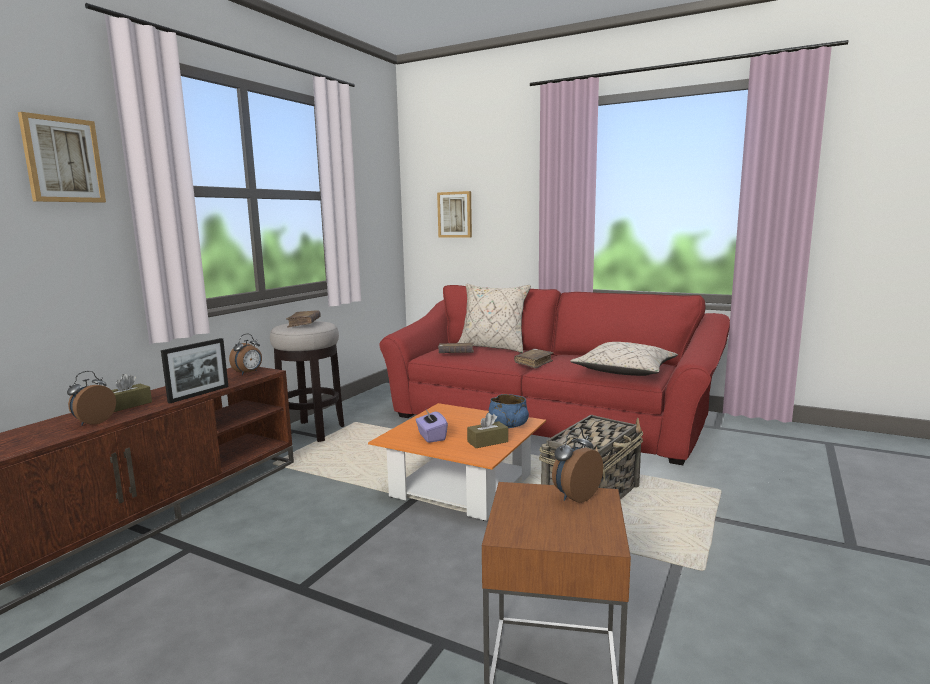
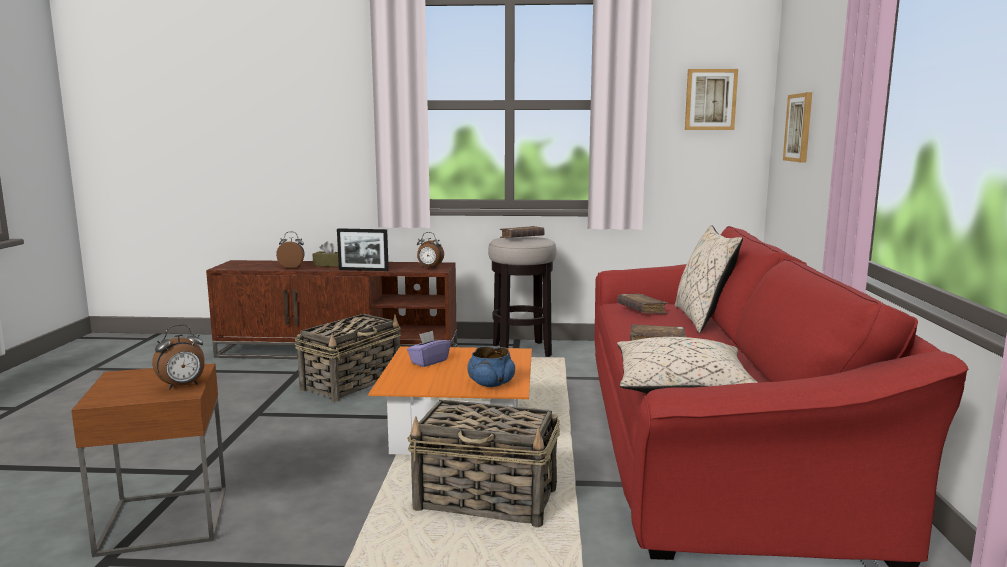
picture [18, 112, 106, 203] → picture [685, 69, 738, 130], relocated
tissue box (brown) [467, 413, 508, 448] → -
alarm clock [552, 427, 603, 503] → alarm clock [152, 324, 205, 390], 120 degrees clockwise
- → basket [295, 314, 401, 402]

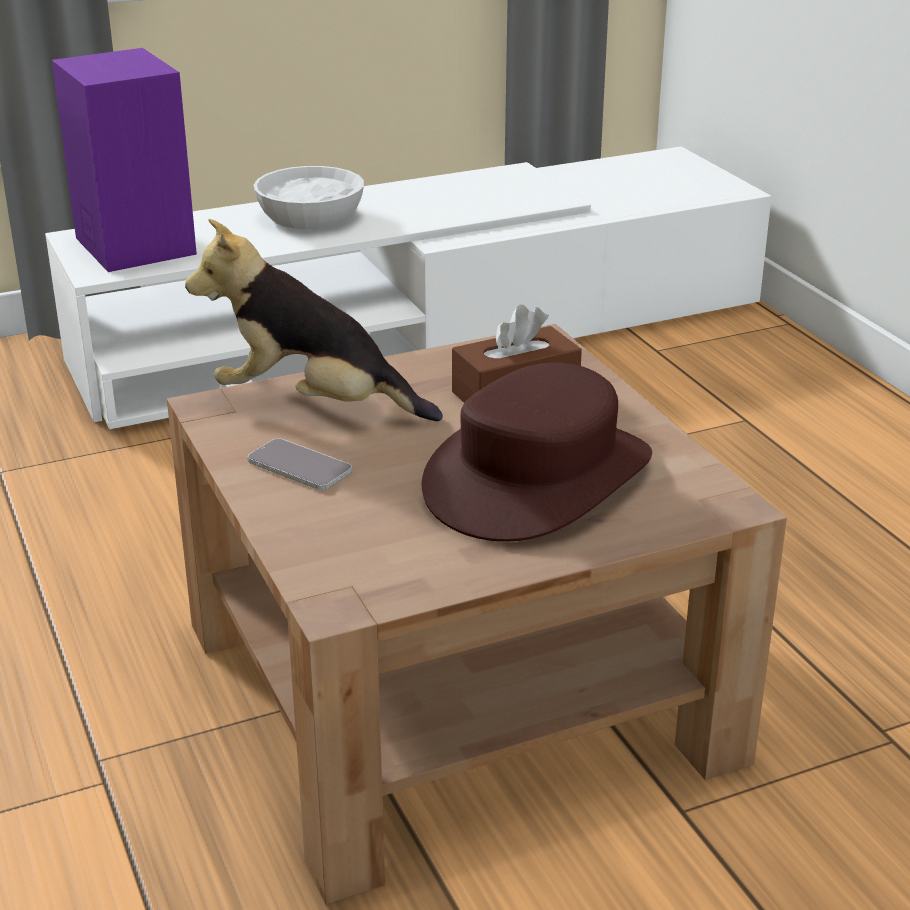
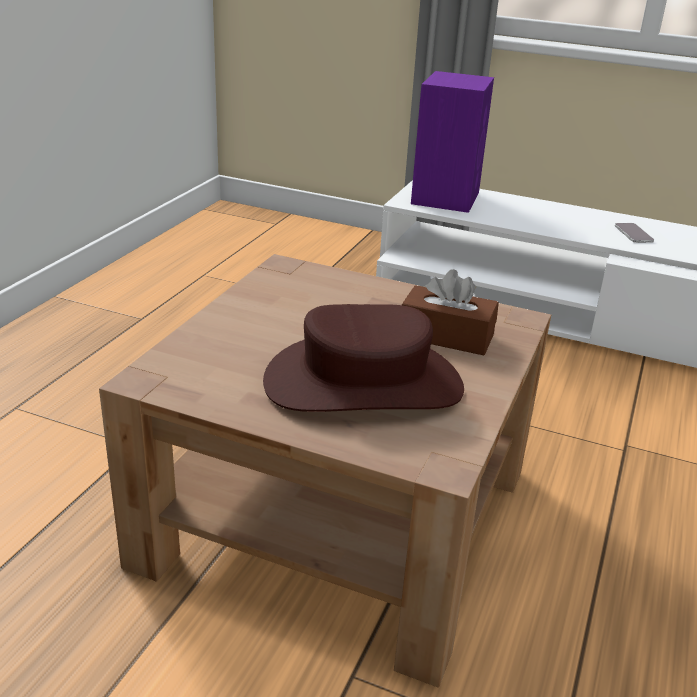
plush toy [185, 219, 443, 421] → -
phone [248, 438, 352, 490] → phone [615, 223, 654, 243], relocated
bowl (white) [254, 166, 364, 229] → -

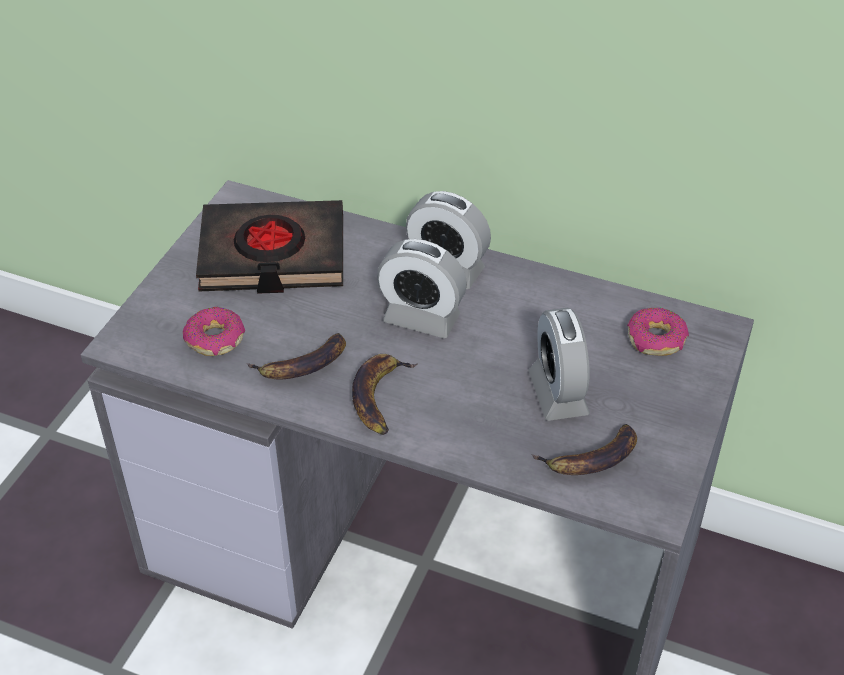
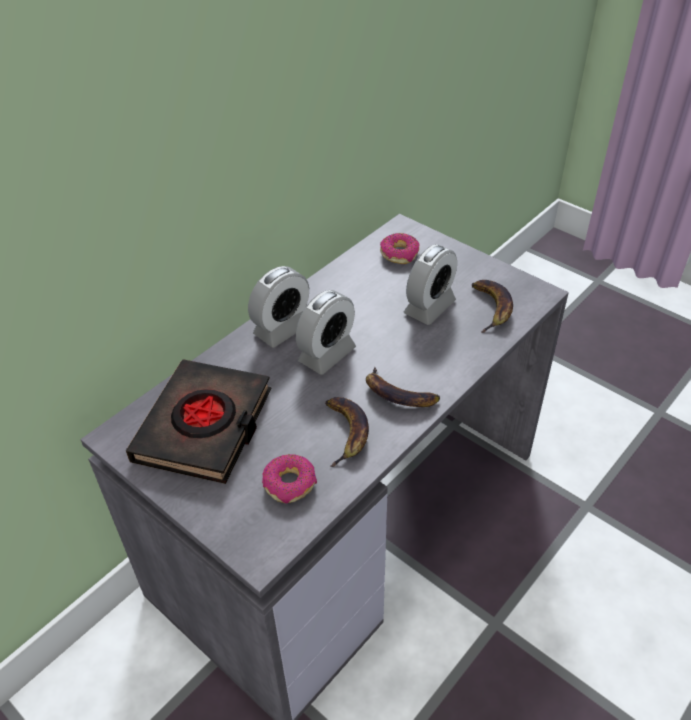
alarm clock [528, 308, 590, 421] → alarm clock [404, 244, 457, 325], 60 degrees counterclockwise

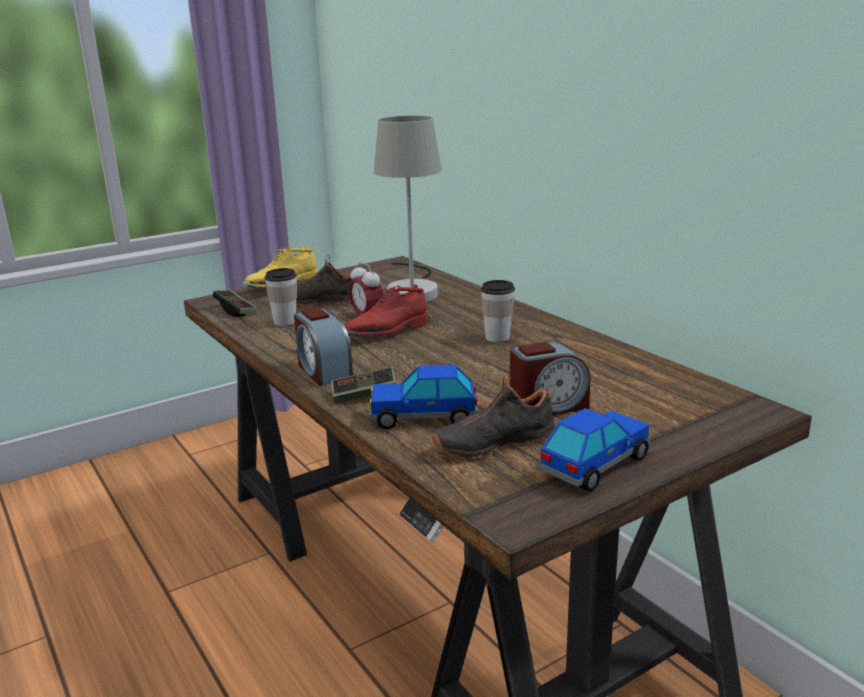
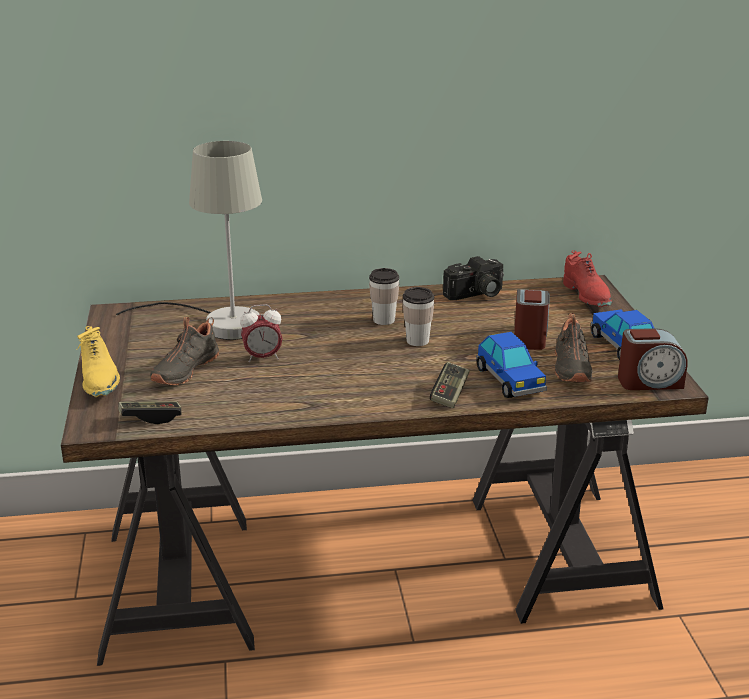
cup [264, 268, 297, 326] → cup [403, 287, 434, 346], relocated
alarm clock [294, 307, 353, 386] → alarm clock [618, 328, 687, 390], relocated
shoe (red) [345, 284, 428, 337] → shoe (red) [563, 250, 612, 307], relocated
toy car [369, 365, 477, 430] → toy car [476, 332, 547, 398], 45 degrees counterclockwise
- → photo camera [443, 256, 504, 300]

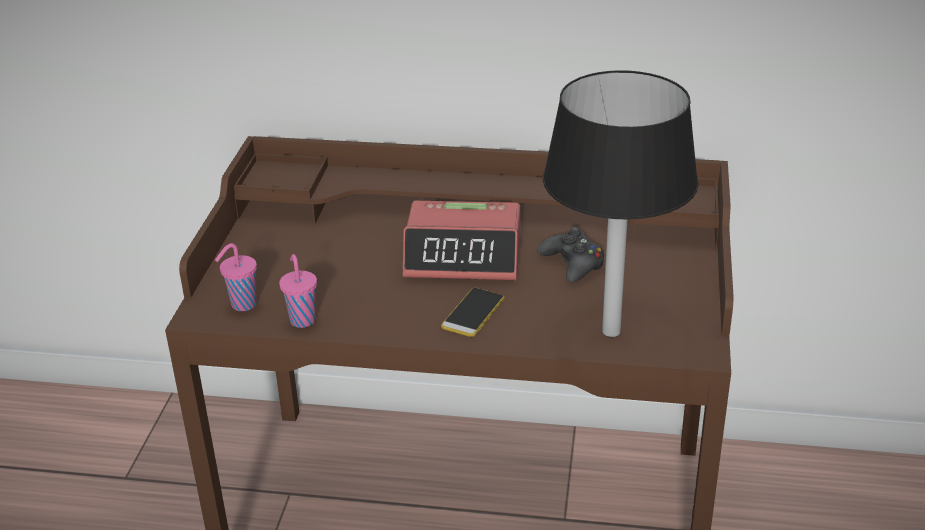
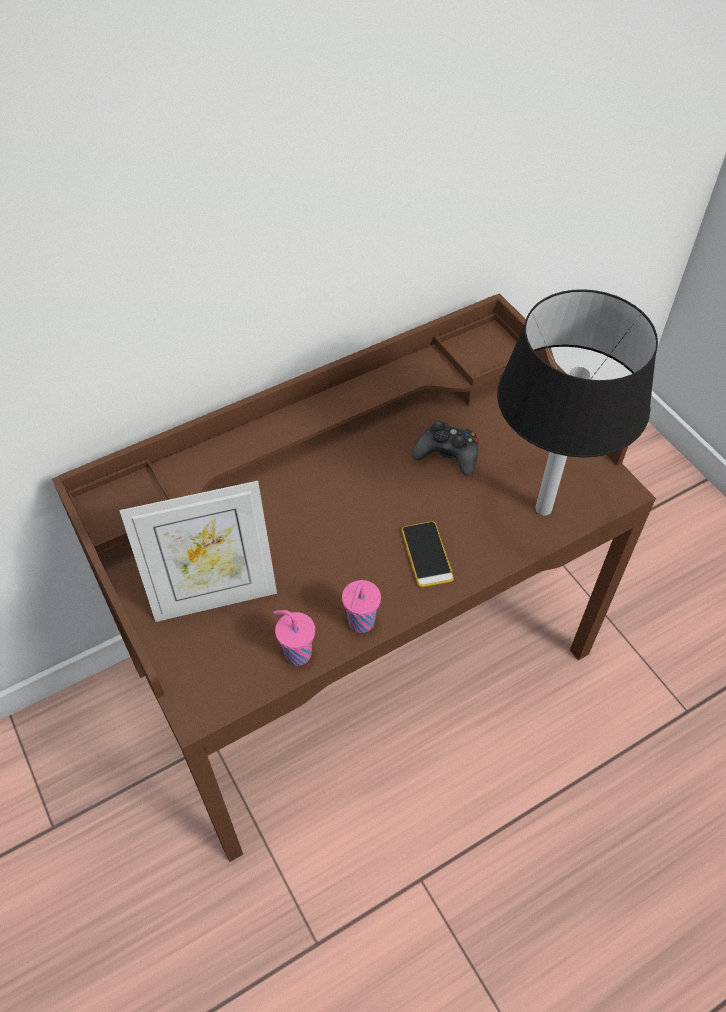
cup (pink) [215, 243, 257, 311] → cup (pink) [342, 580, 381, 633], relocated
alarm clock [403, 201, 520, 280] → -
- → picture frame [120, 481, 277, 622]

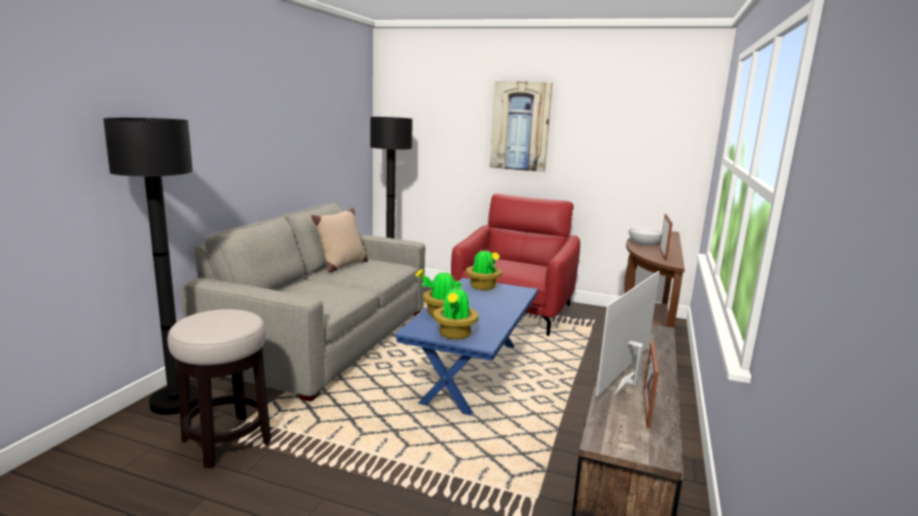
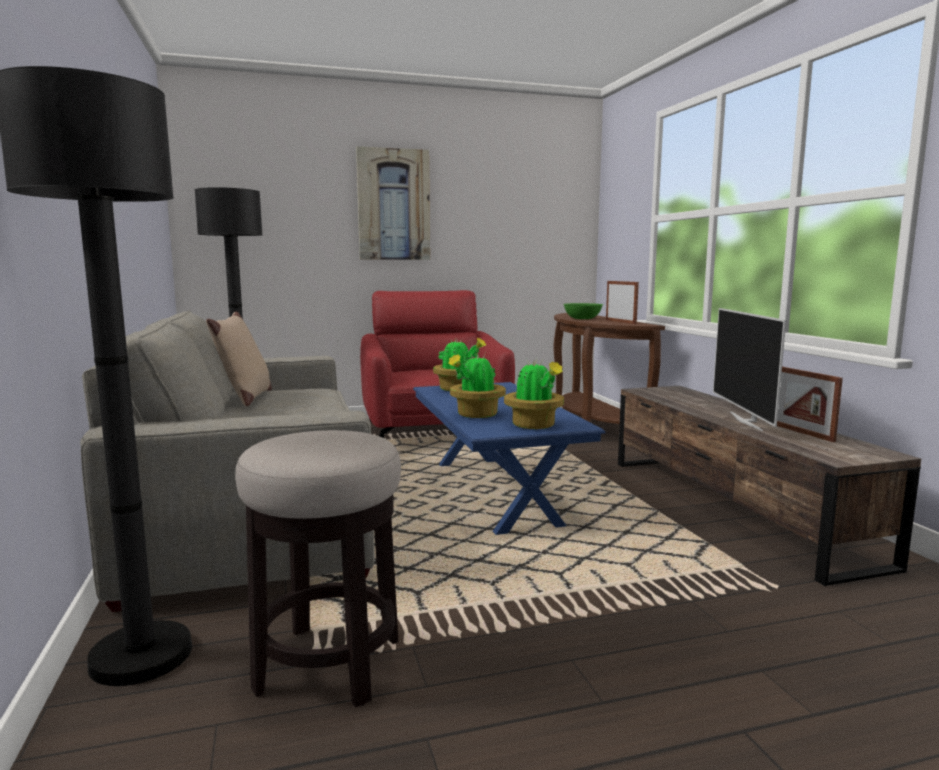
bowl (white) [628, 227, 662, 245] → bowl (green) [563, 303, 603, 319]

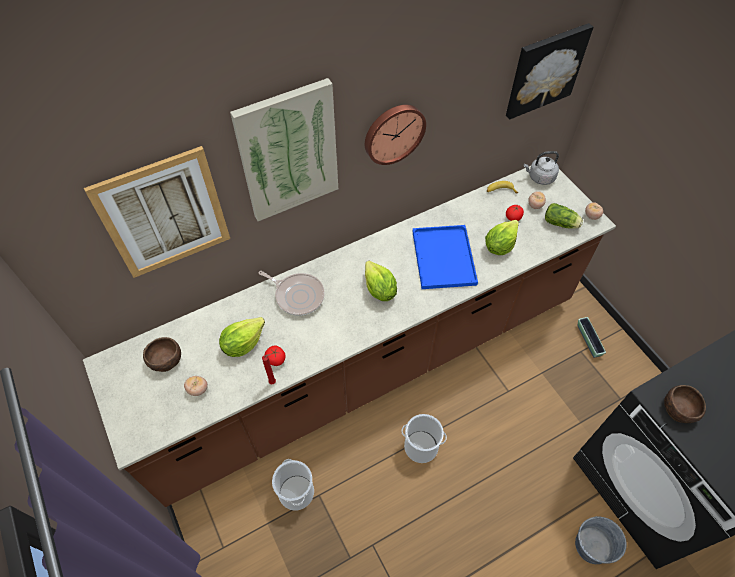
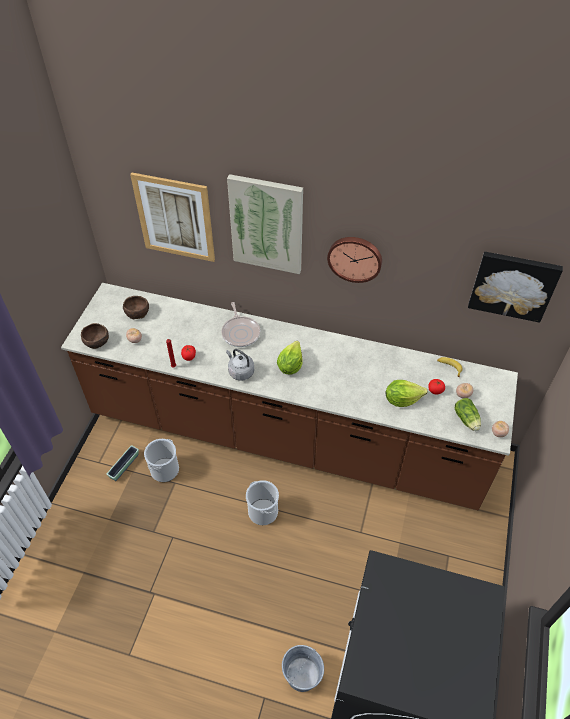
lettuce [219, 317, 265, 357] → -
tray (blue) [412, 225, 478, 289] → -
kettle (grey) [524, 151, 559, 185] → kettle (grey) [226, 349, 254, 381], relocated
planter [578, 317, 606, 358] → planter [107, 445, 139, 481], relocated
bowl (brown) [664, 385, 706, 423] → bowl (brown) [81, 323, 109, 349], relocated

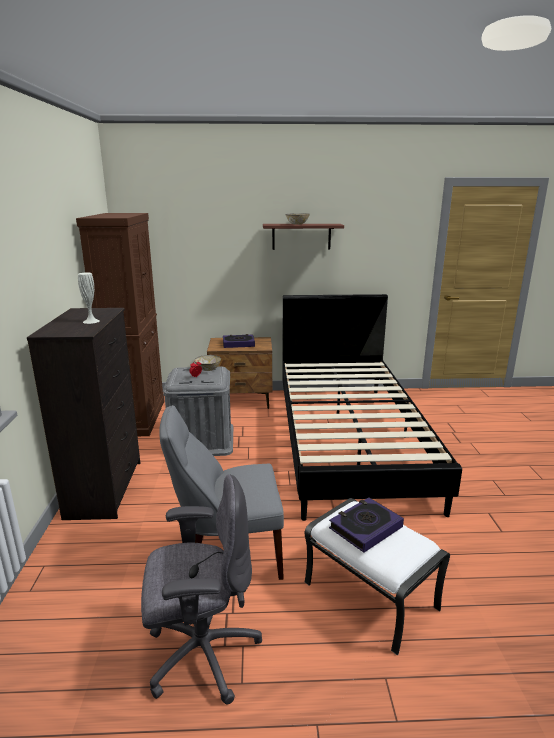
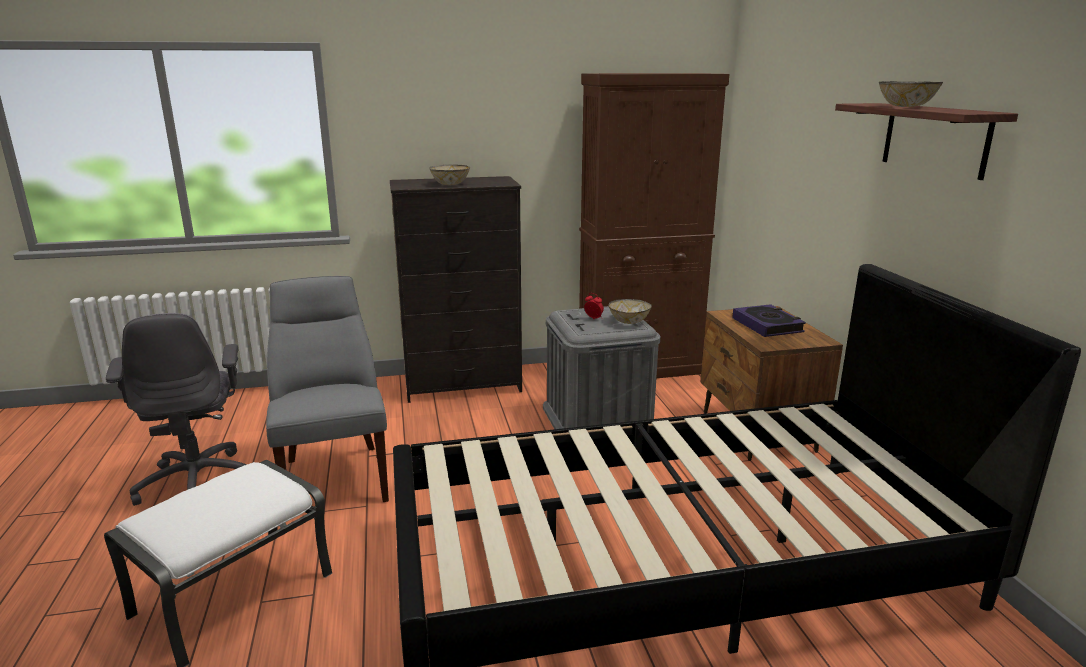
vase (white) [78, 273, 100, 324] → bowl [429, 165, 470, 185]
book [329, 497, 404, 553] → -

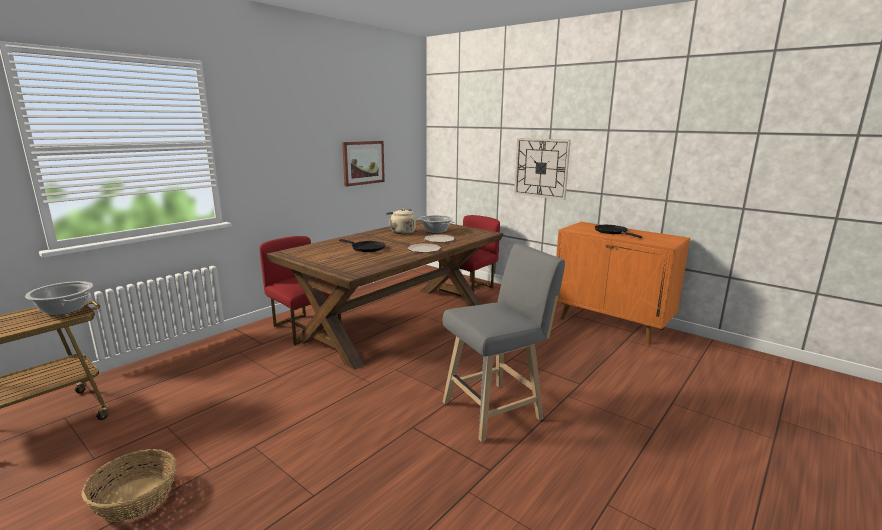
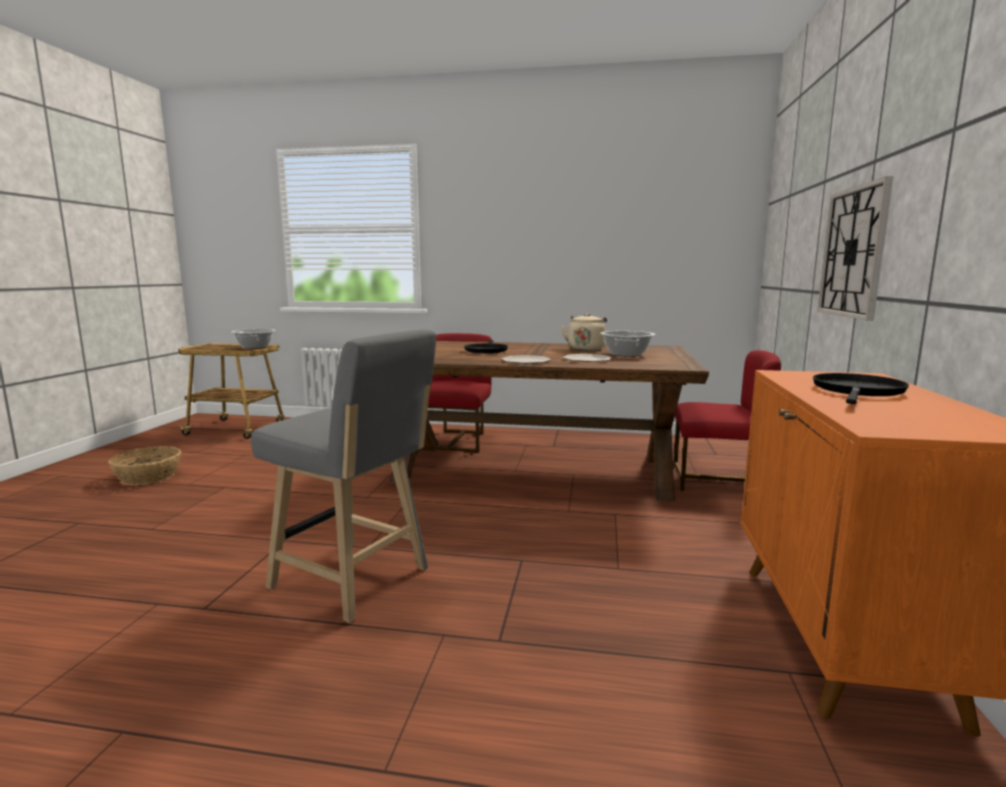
picture [342, 141, 385, 187] → -

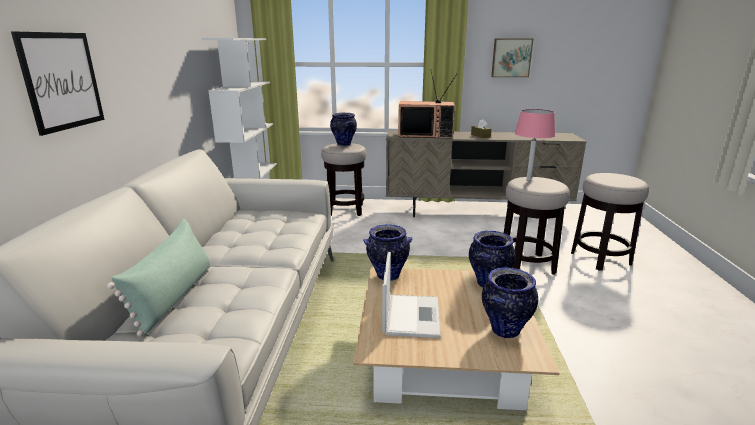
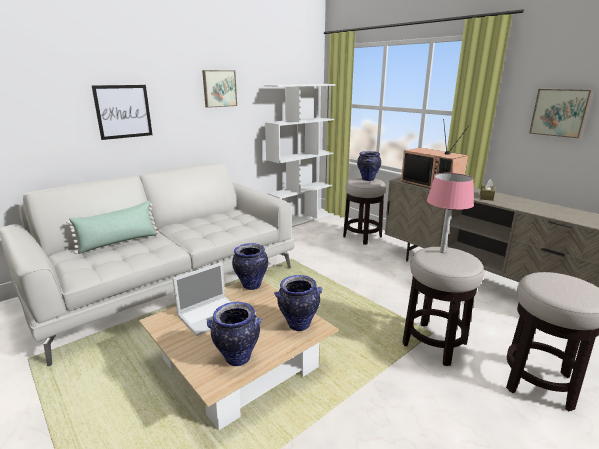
- → picture [202, 70, 237, 108]

